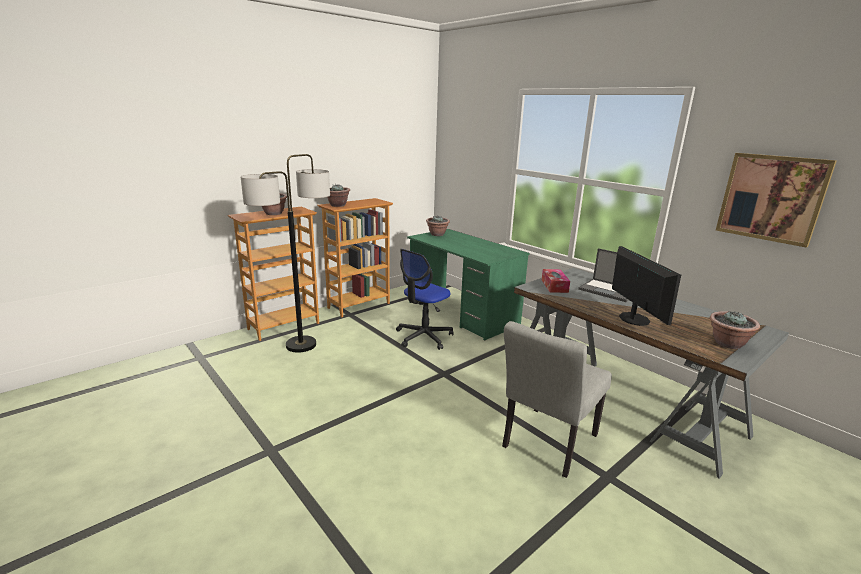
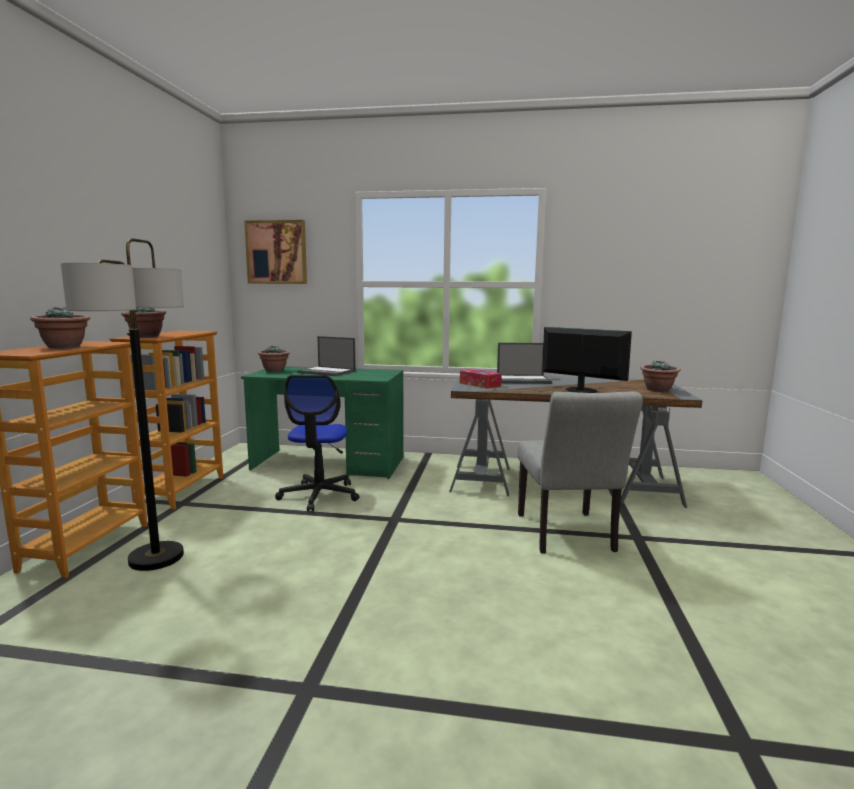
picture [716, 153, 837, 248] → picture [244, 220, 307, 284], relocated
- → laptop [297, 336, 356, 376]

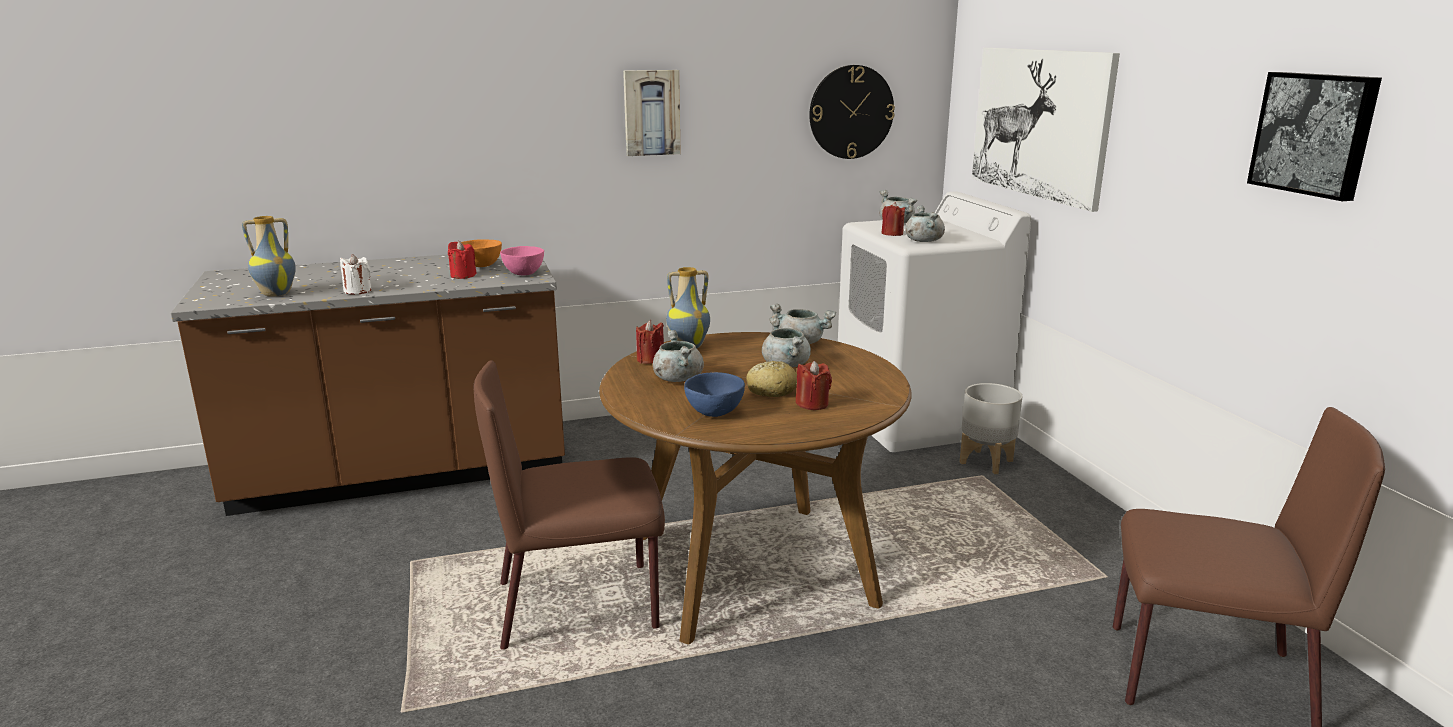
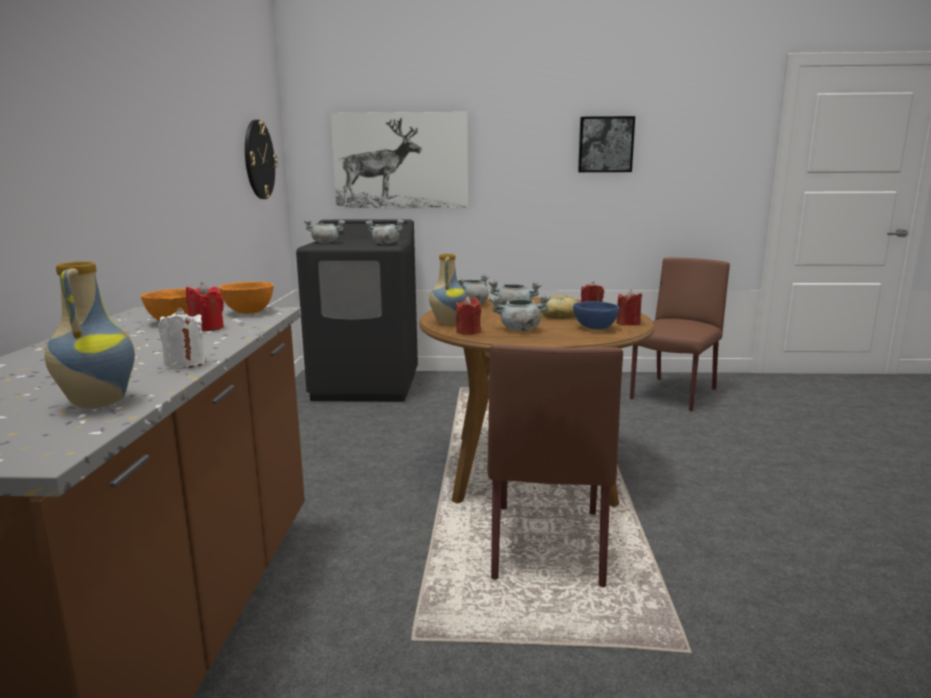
bowl (pink) [500, 246, 544, 275] → bowl (orange) [219, 282, 274, 314]
picture [623, 70, 681, 156] → -
washing machine (white) [838, 191, 1031, 452] → washing machine (black) [296, 219, 418, 402]
candle (red) [881, 202, 905, 236] → candle (red) [616, 290, 642, 326], relocated
planter (grey) [960, 383, 1023, 474] → -

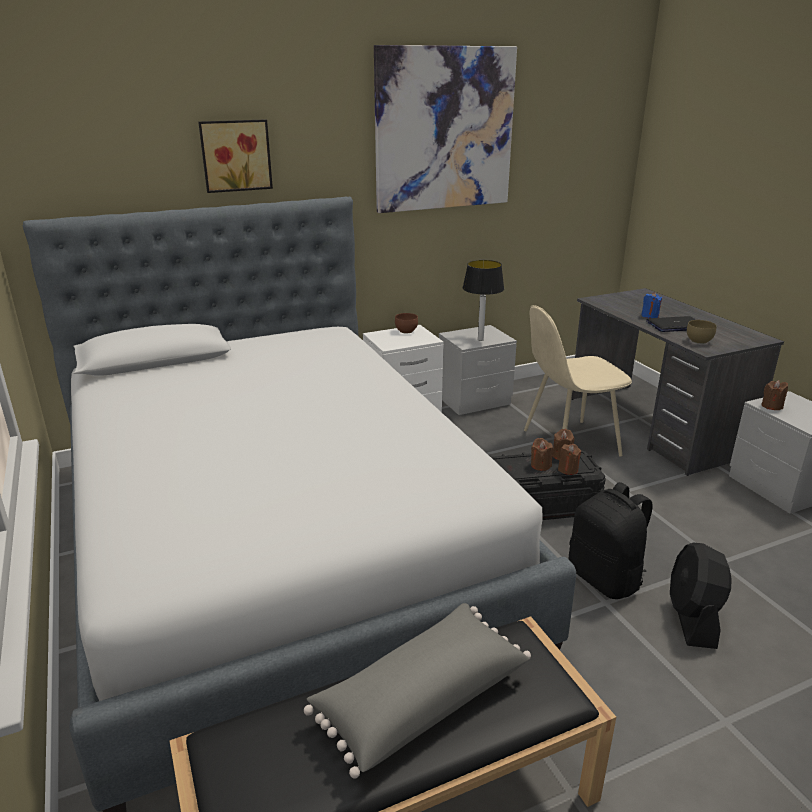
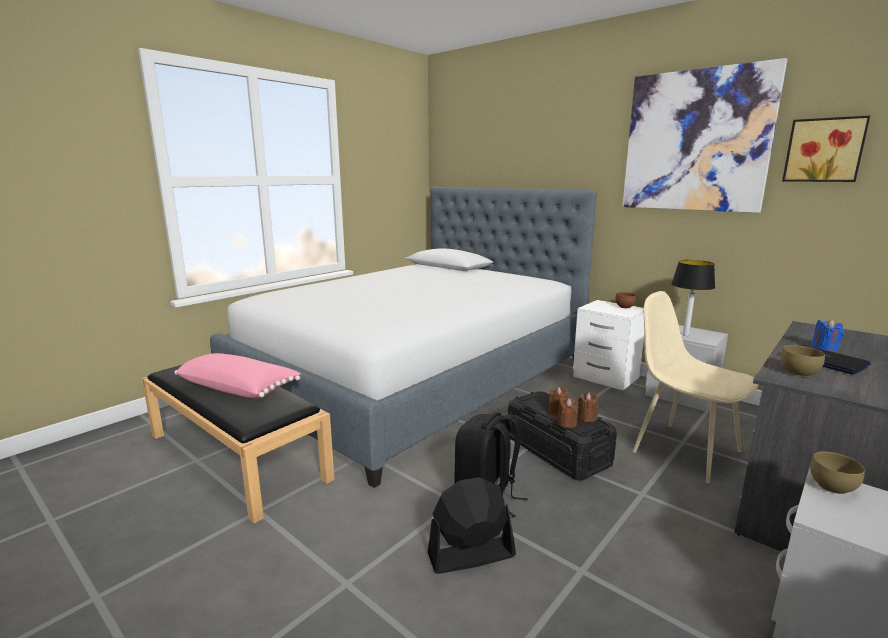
picture [198, 119, 273, 193] → picture [782, 115, 870, 182], relocated
pillow (grey) [304, 603, 531, 779] → pillow (pink) [174, 353, 301, 398]
candle (brown) [761, 380, 788, 410] → bowl (brown) [810, 452, 865, 494]

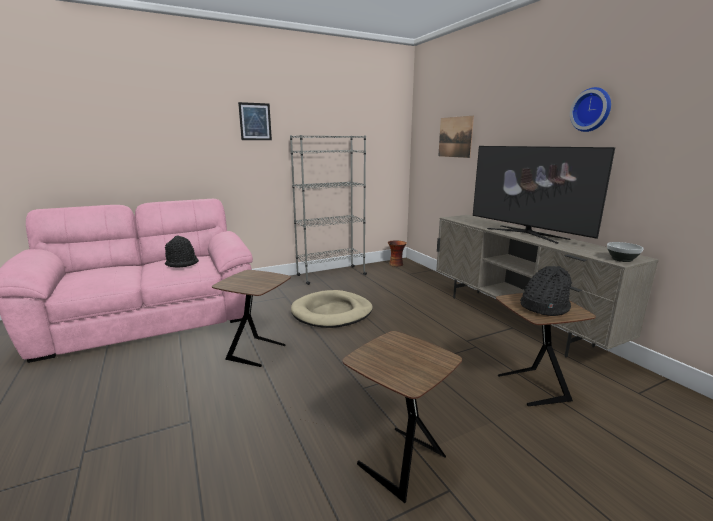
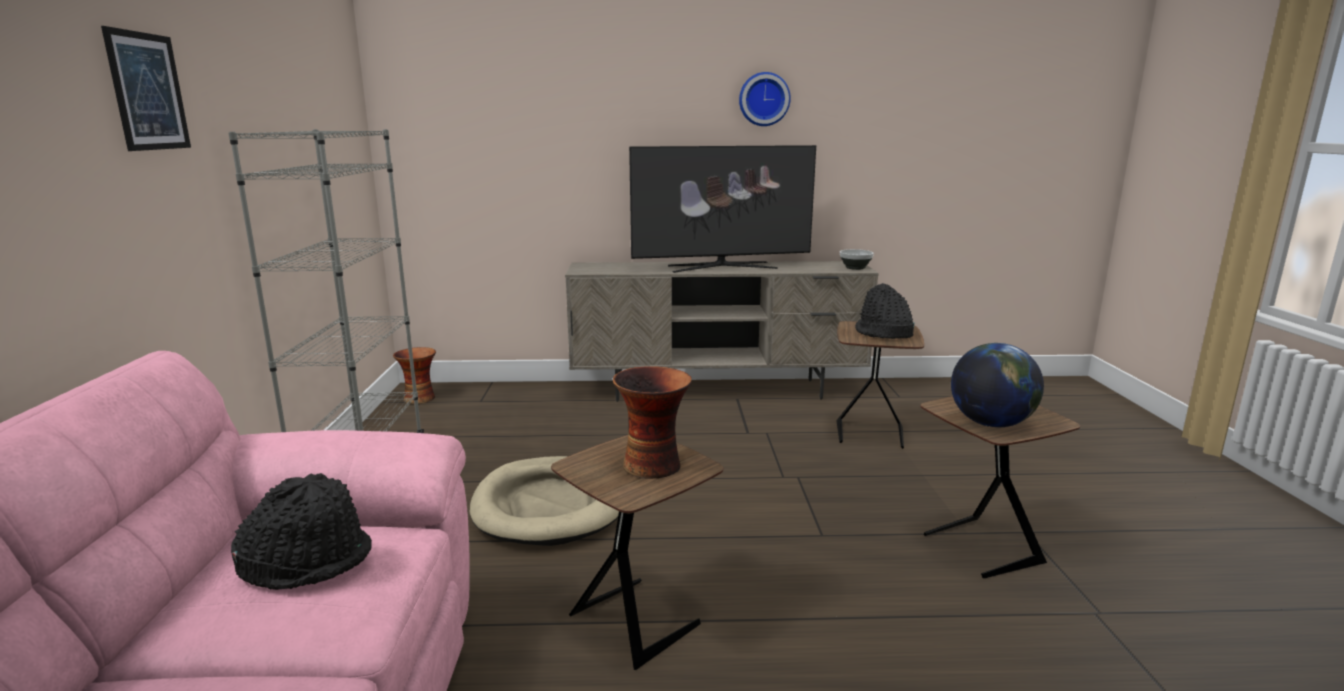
picture [438, 116, 474, 158] → -
- → vase [613, 366, 692, 479]
- → globe [951, 343, 1044, 428]

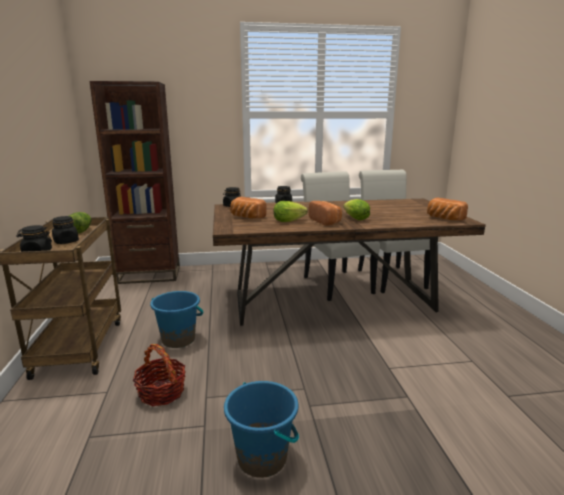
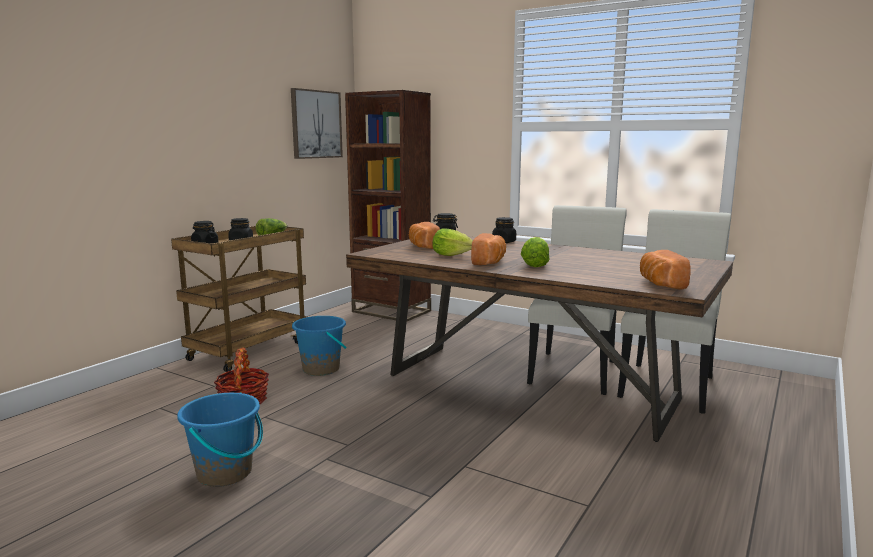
- → picture [291, 88, 343, 159]

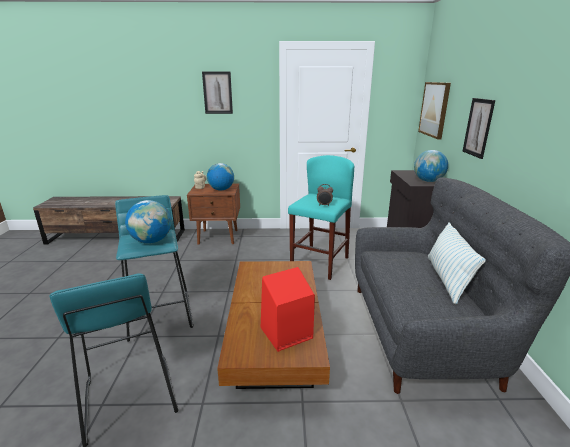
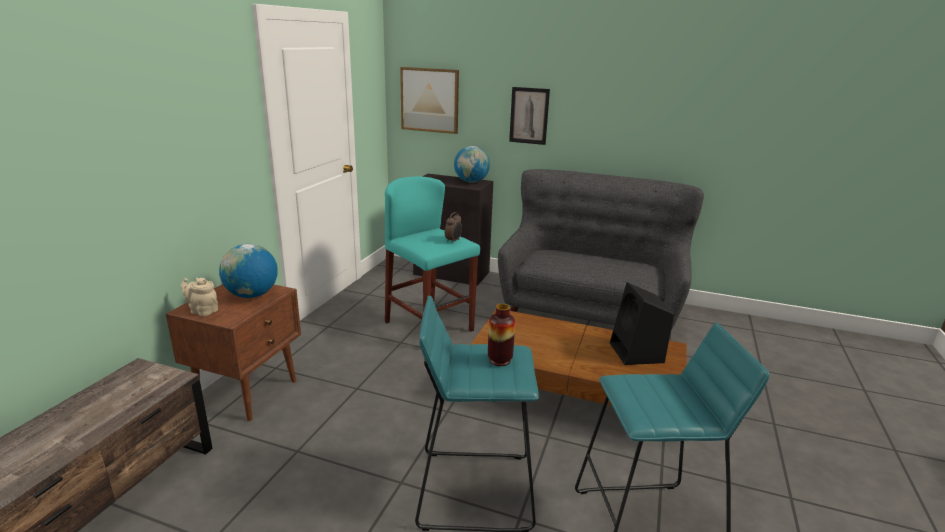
globe [125, 200, 172, 243] → vase [488, 304, 515, 366]
picture [202, 72, 233, 114] → -
speaker (red) [261, 267, 315, 352] → speaker (black) [610, 282, 674, 365]
pillow [428, 222, 486, 304] → -

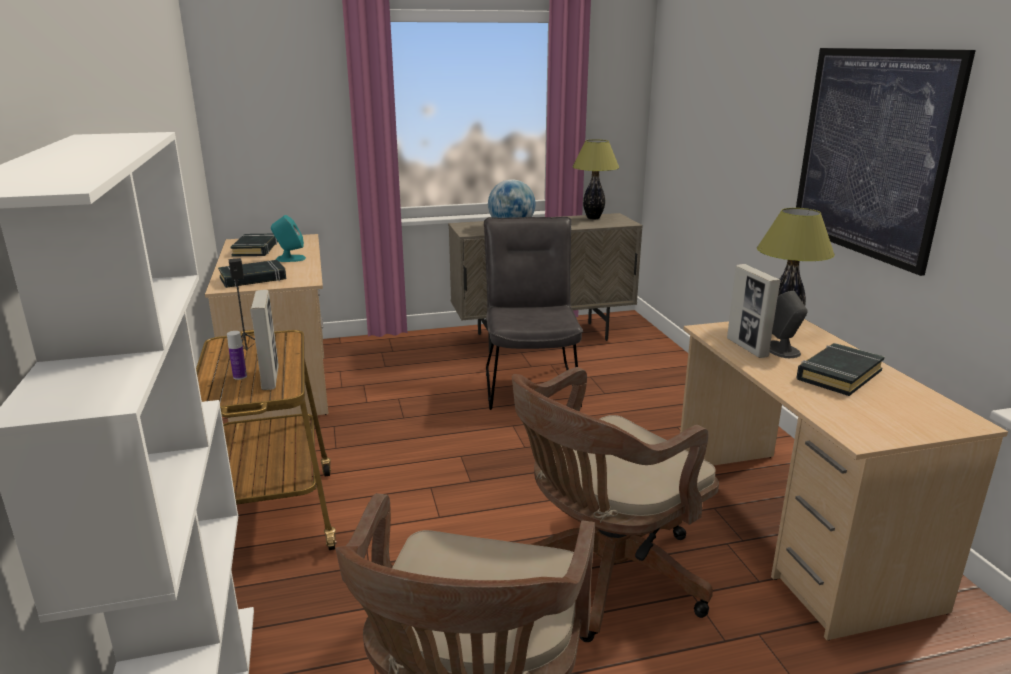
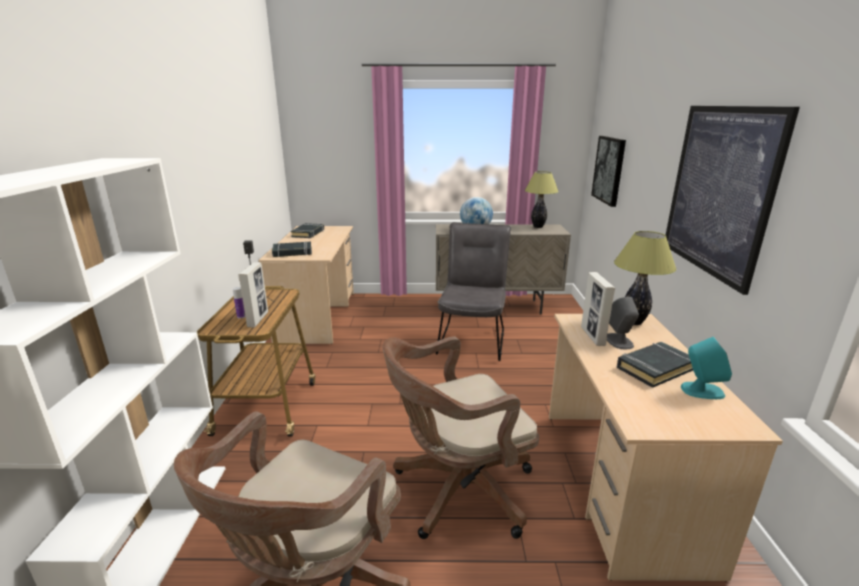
speaker (turquoise) [271, 215, 306, 262] → speaker (turquoise) [681, 337, 732, 399], relocated
- → picture [591, 136, 626, 207]

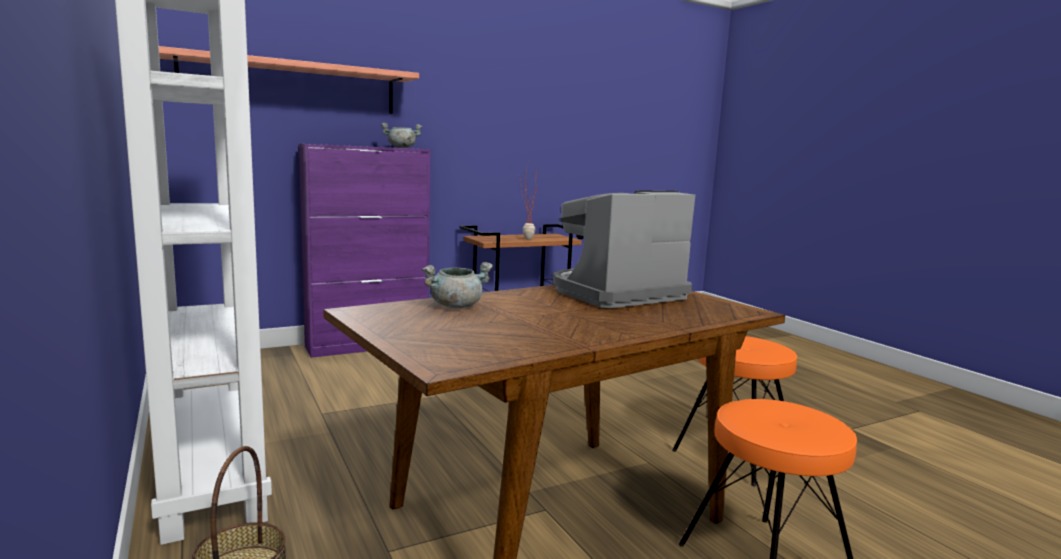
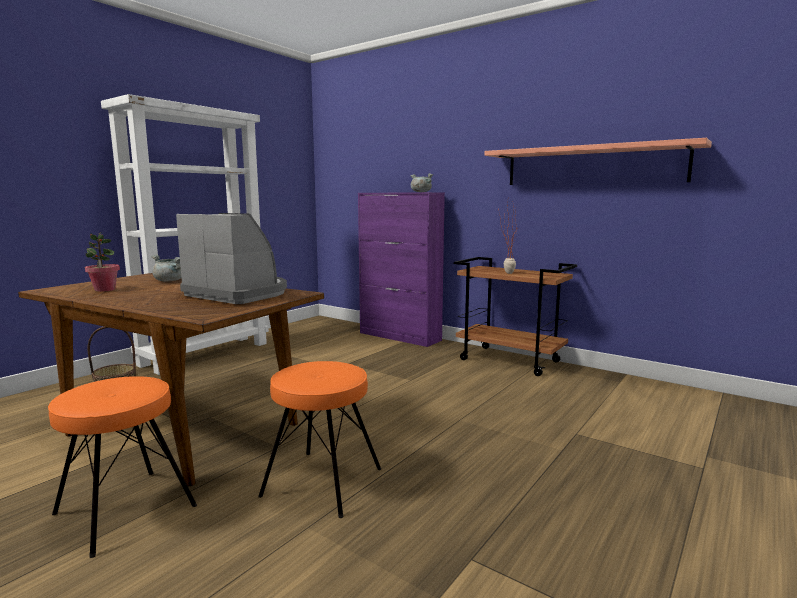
shelf [159, 46, 419, 114] → shelf [484, 138, 712, 185], relocated
- → potted plant [85, 233, 120, 292]

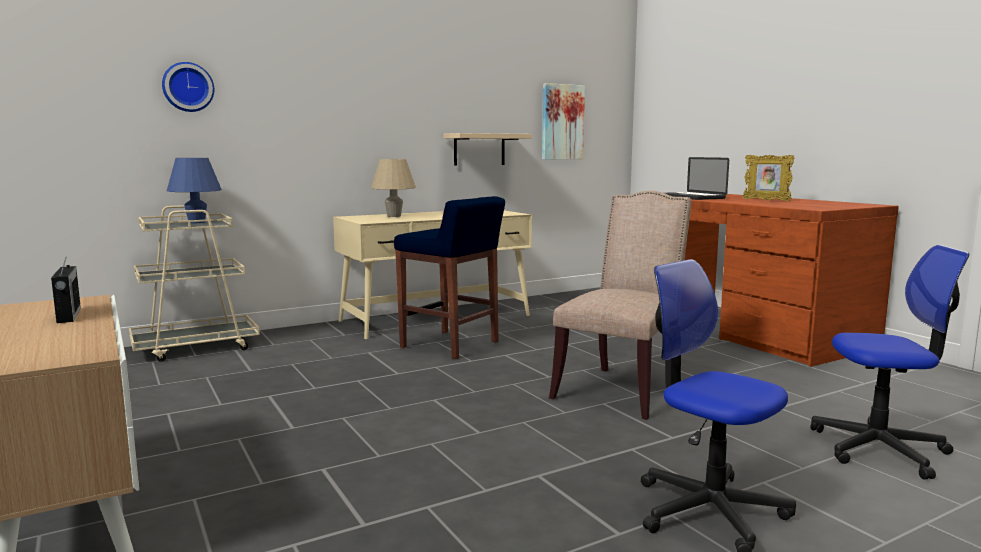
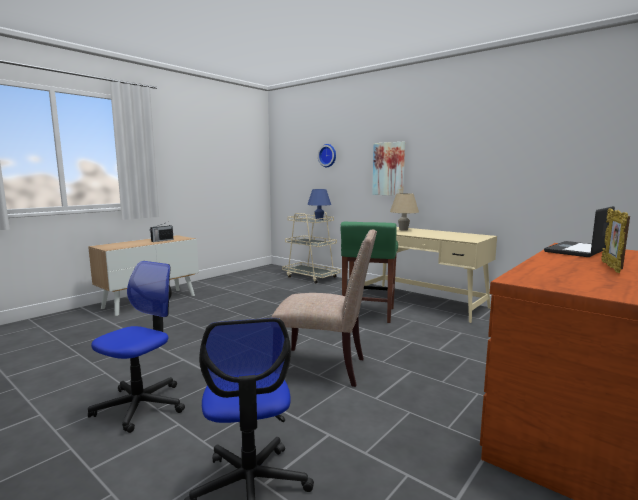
stool (blue) [394, 196, 505, 359] → stool (green) [340, 222, 398, 323]
shelf (beige) [443, 133, 532, 166] → -
picture [542, 83, 585, 159] → picture [372, 142, 405, 196], relocated

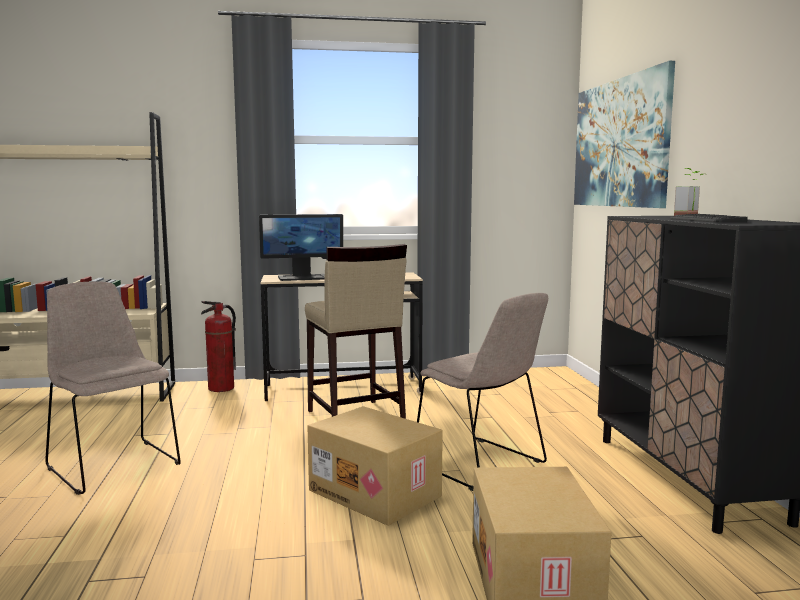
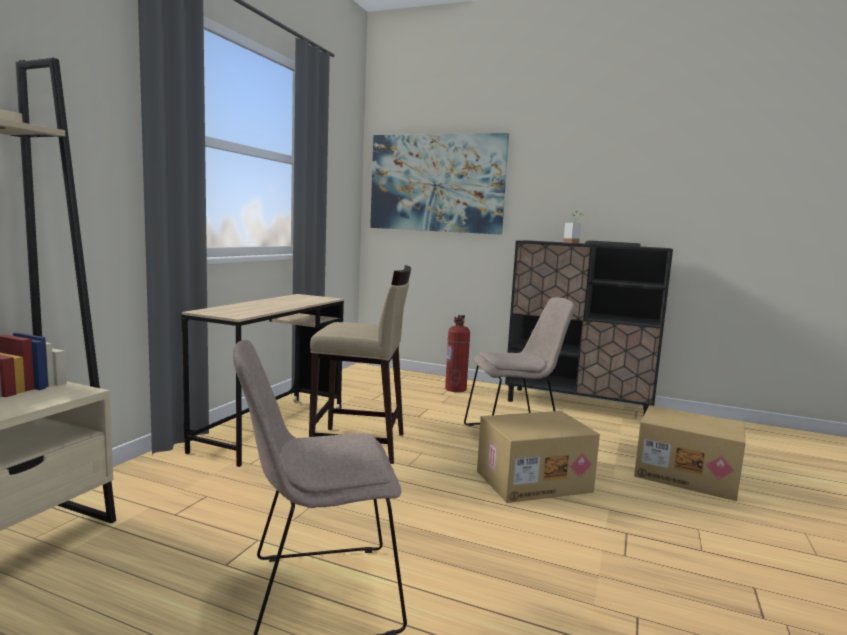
fire extinguisher [201, 301, 236, 392] → fire extinguisher [445, 315, 470, 392], relocated
monitor [259, 214, 343, 281] → -

